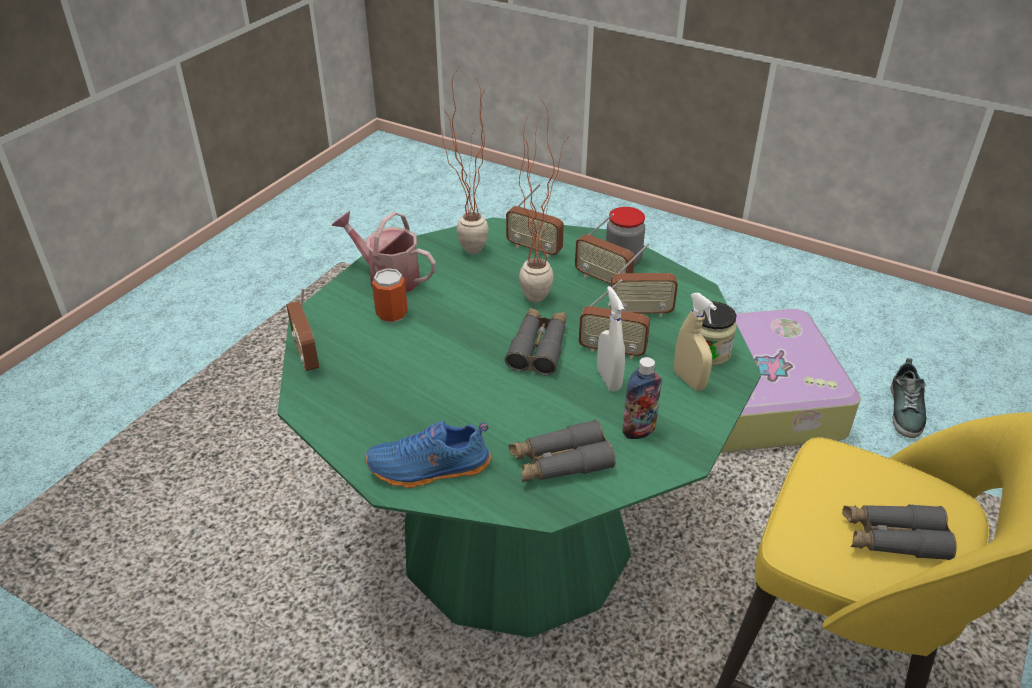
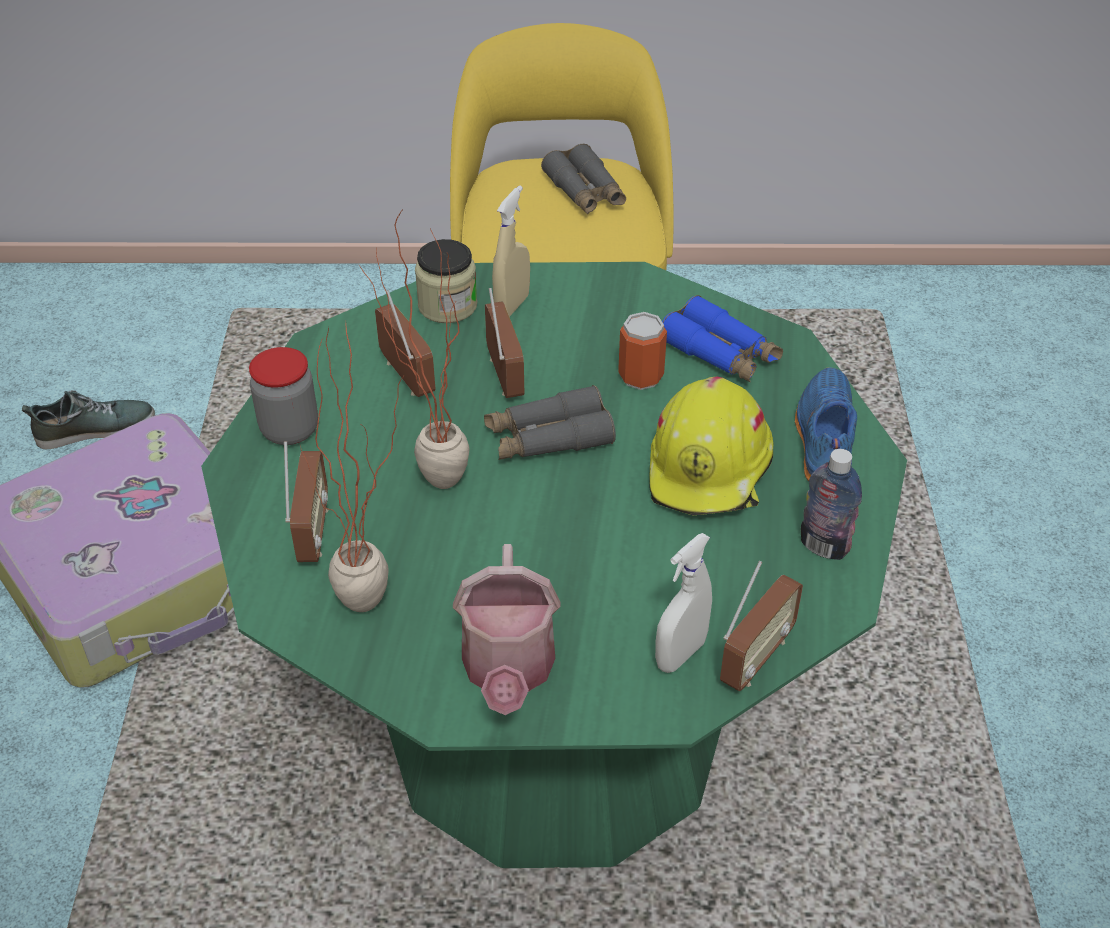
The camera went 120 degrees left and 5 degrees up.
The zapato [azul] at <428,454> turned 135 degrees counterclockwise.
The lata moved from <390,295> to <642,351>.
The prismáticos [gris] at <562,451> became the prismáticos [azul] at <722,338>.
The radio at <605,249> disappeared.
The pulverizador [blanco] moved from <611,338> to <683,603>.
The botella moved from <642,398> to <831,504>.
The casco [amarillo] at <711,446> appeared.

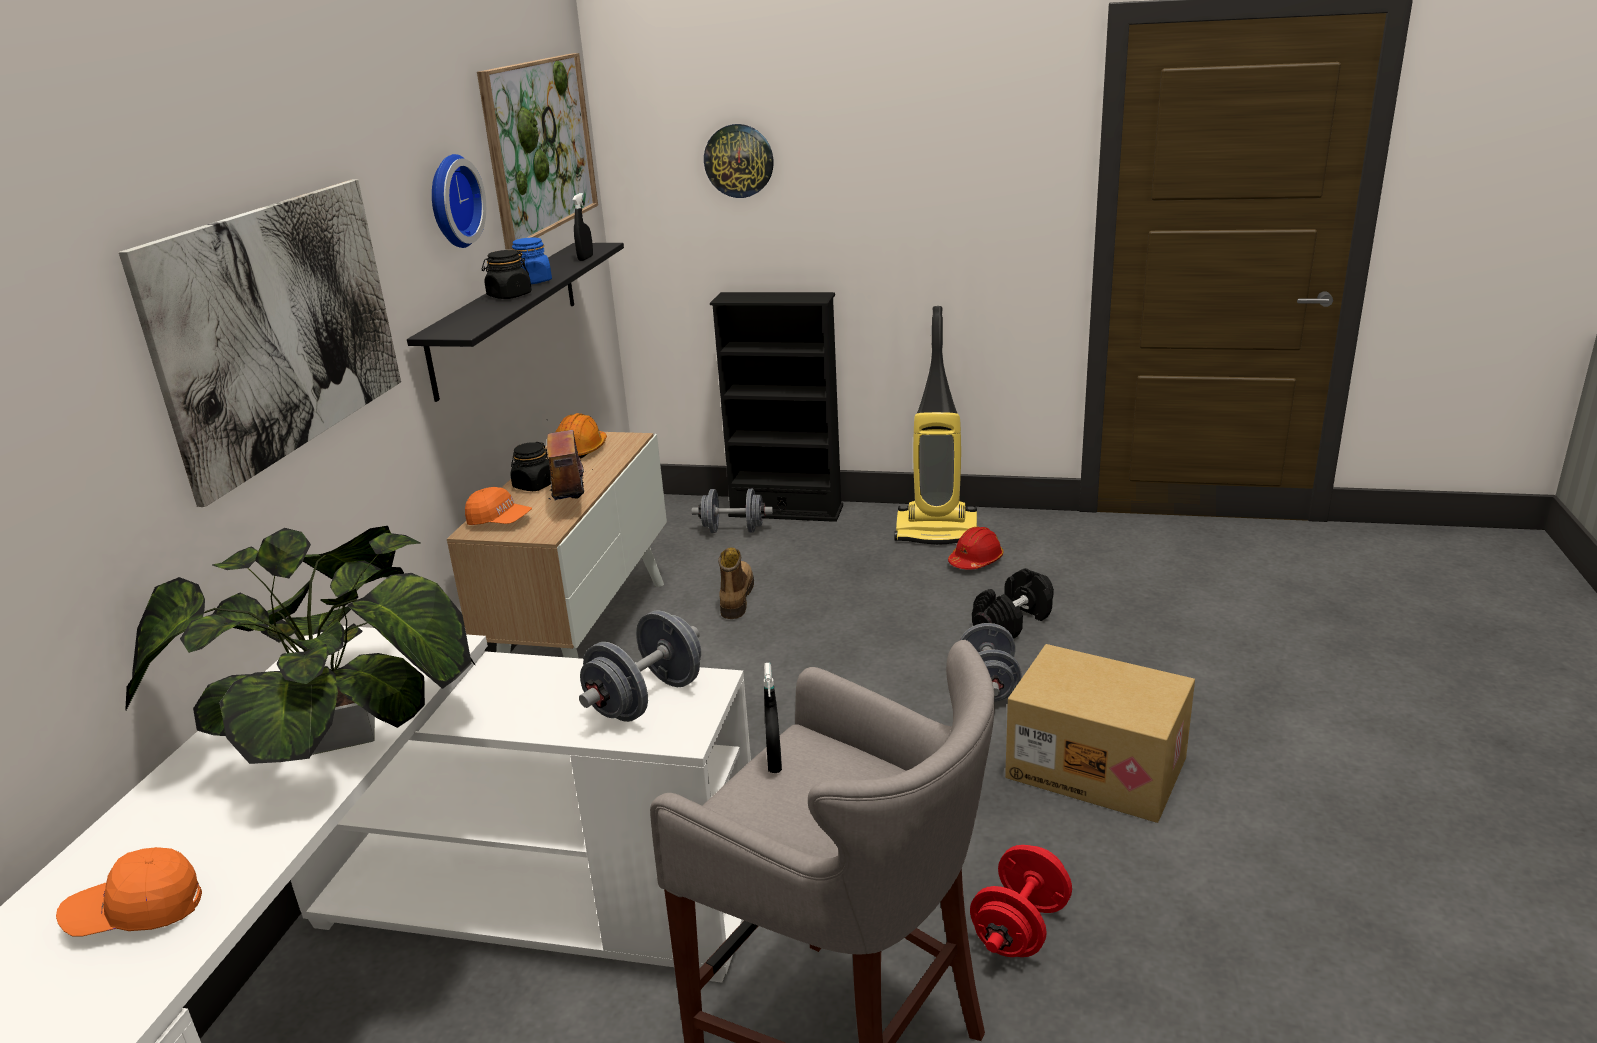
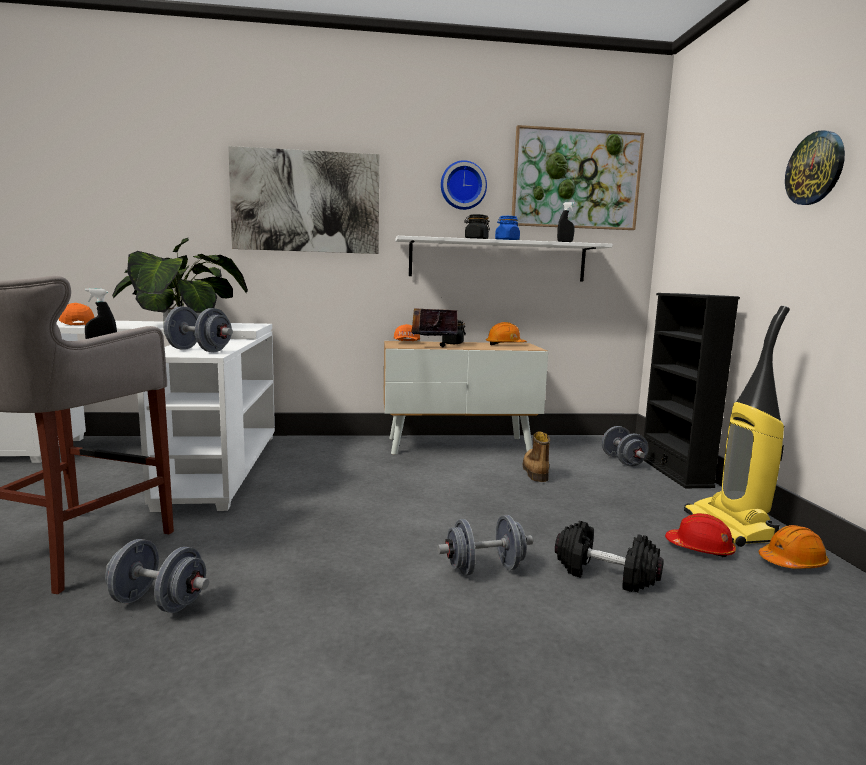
The camera went 70 degrees right and 15 degrees down.
The estante [negro] at <515,322> became the estante [blanco] at <504,258>.
The reloj de pared moved from <739,161> to <815,167>.
The bota at <736,583> turned 75 degrees counterclockwise.
The mancuerna [rojo] at <1021,901> became the mancuerna [gris] at <157,576>.
The caja de cartón at <1100,733> disappeared.
The casco [naranja] at <794,547> appeared.

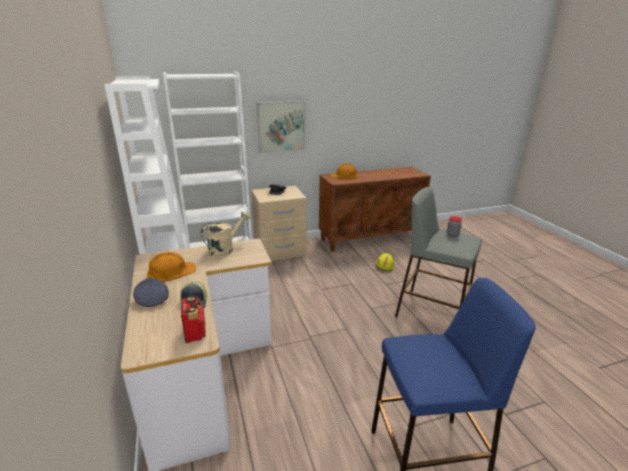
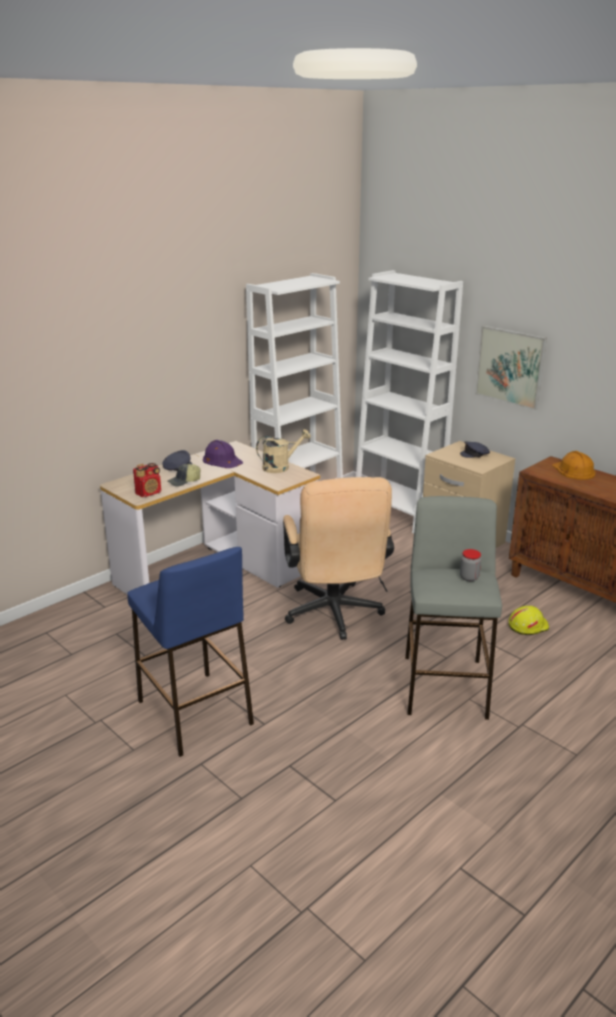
The camera went 65 degrees right and 0 degrees up.
The casco [naranja] at <171,267> became the casco [morado] at <223,454>.
The regadera [beis] at <225,234> turned 45 degrees counterclockwise.
The silla de oficina [beis] at <338,558> appeared.

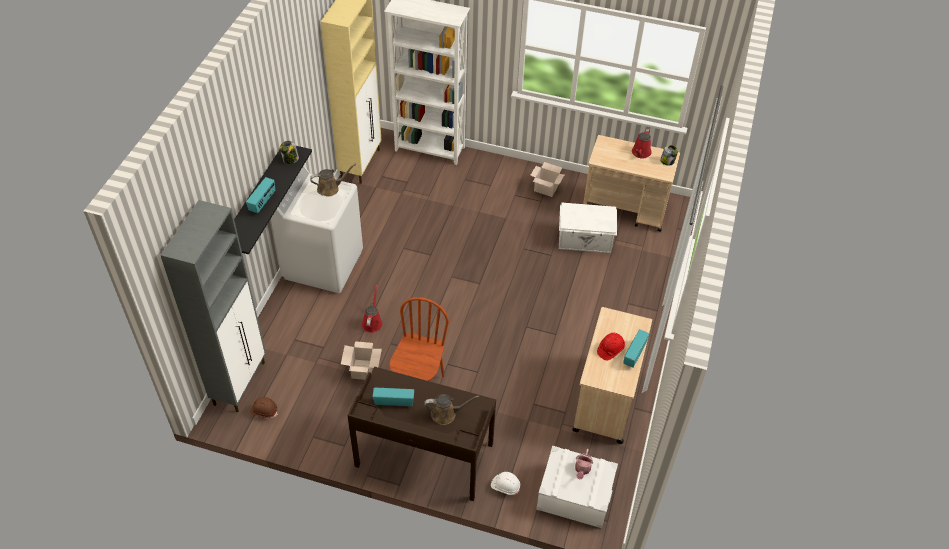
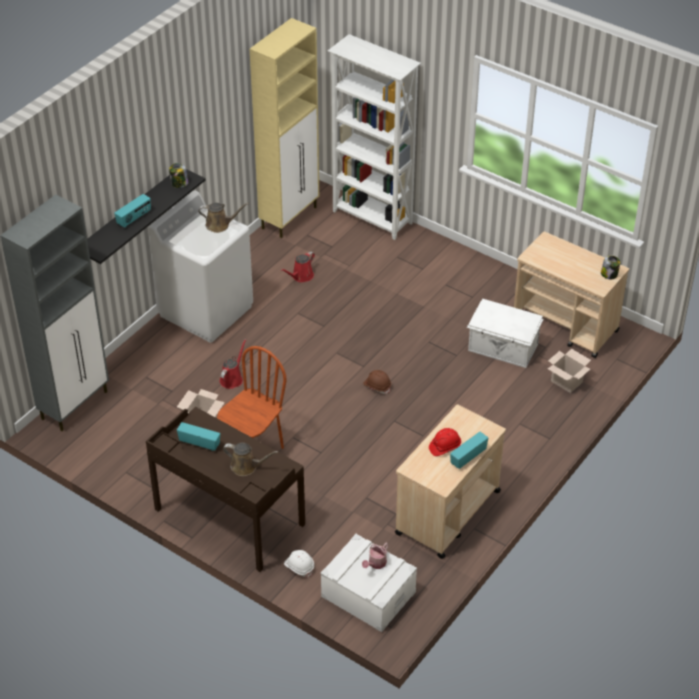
The camera went 20 degrees right and 5 degrees down.
The casco [marrón] moved from <264,407> to <377,382>.
The caja de cartón moved from <547,179> to <569,371>.
The regadera [rojo] moved from <642,144> to <297,266>.

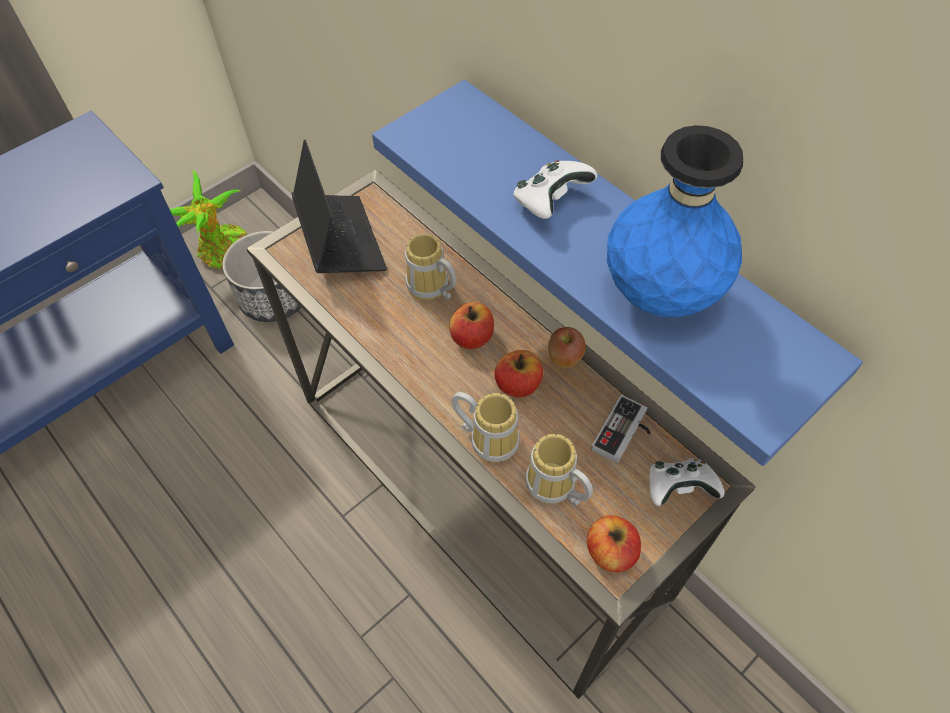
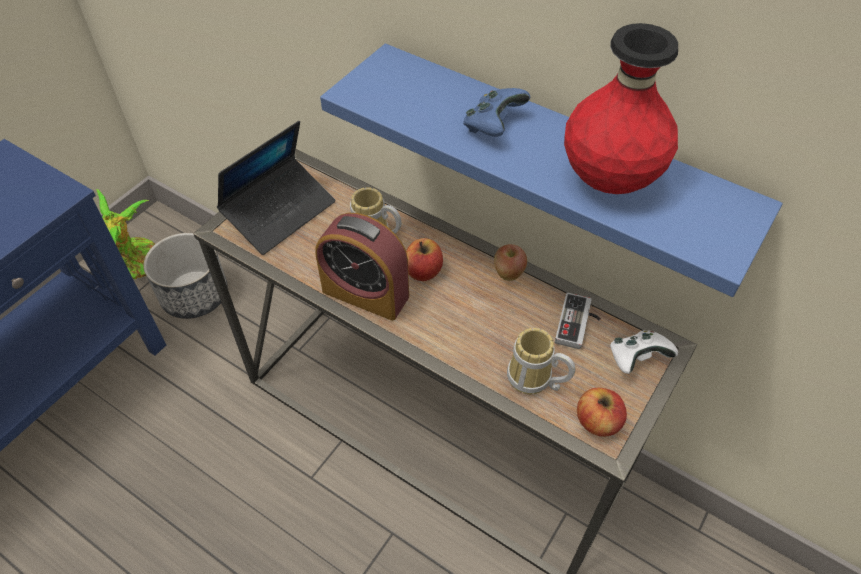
The camera went 15 degrees left and 5 degrees down.
The portátil at <339,206> turned 75 degrees clockwise.
The taza grande at <485,427> disappeared.
The manzana at <518,373> disappeared.
The mando de consola [blanco] at <555,189> became the mando de consola [azul] at <496,112>.
The florero [azul] at <675,221> became the florero [rojo] at <621,108>.
The despertador at <362,267> appeared.

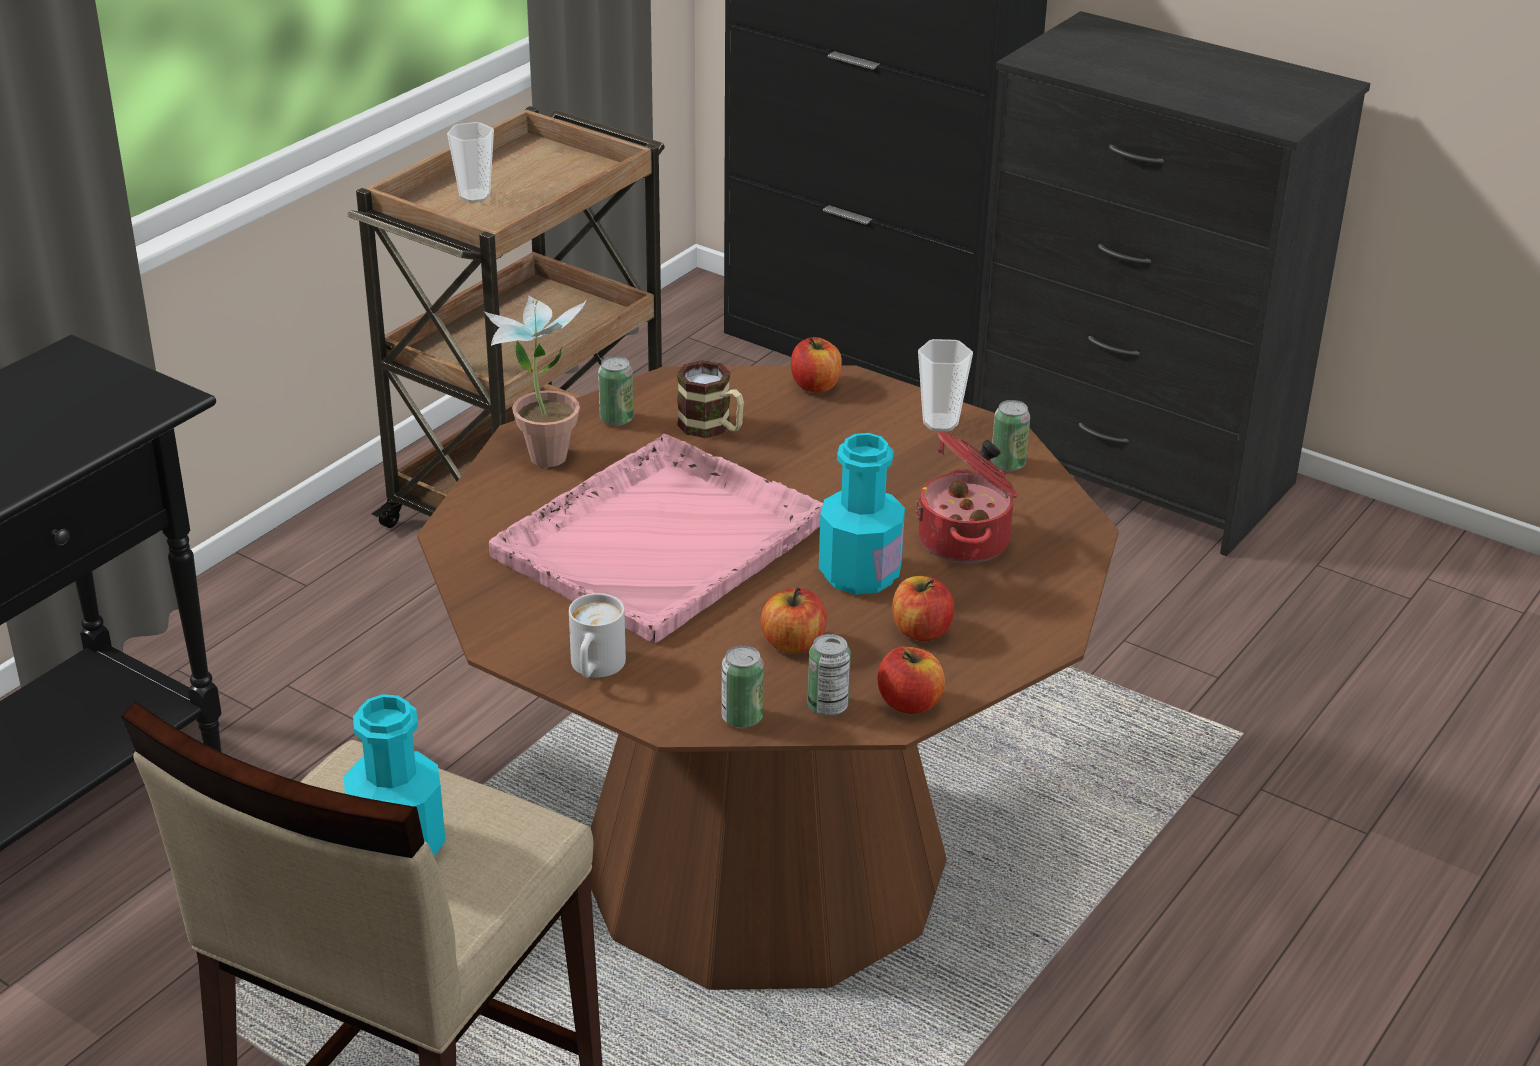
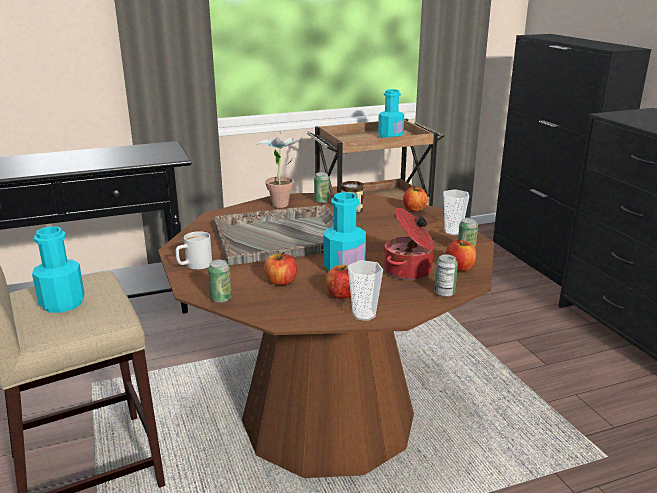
The camera went 35 degrees right and 10 degrees down.
The taza moved from <470,162> to <365,290>.
The bandeja [rosa] at <656,538> became the bandeja [gris] at <274,235>.
The lata moved from <829,675> to <446,276>.
The manzana moved from <911,680> to <461,255>.
The botella [turquesa] at <391,113> appeared.

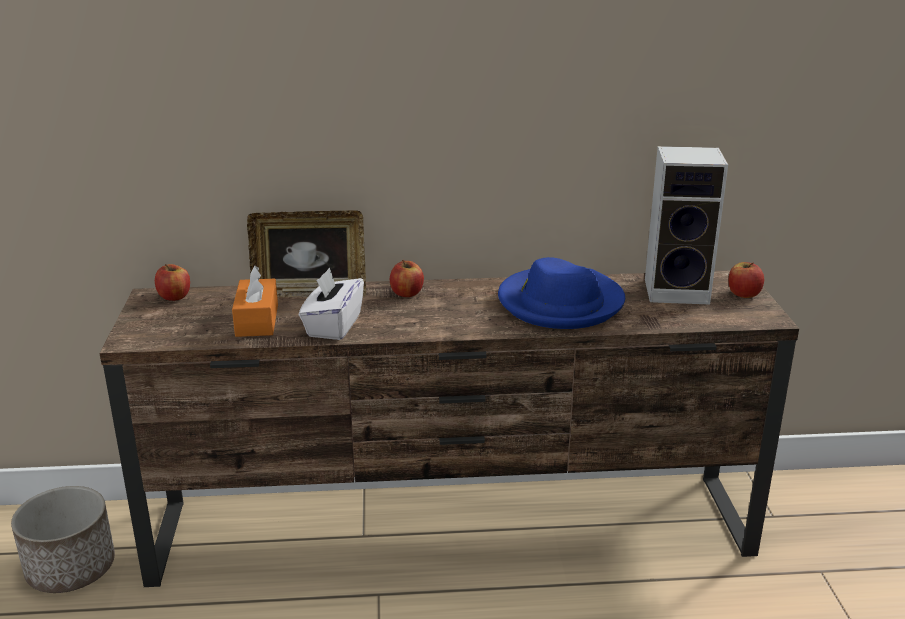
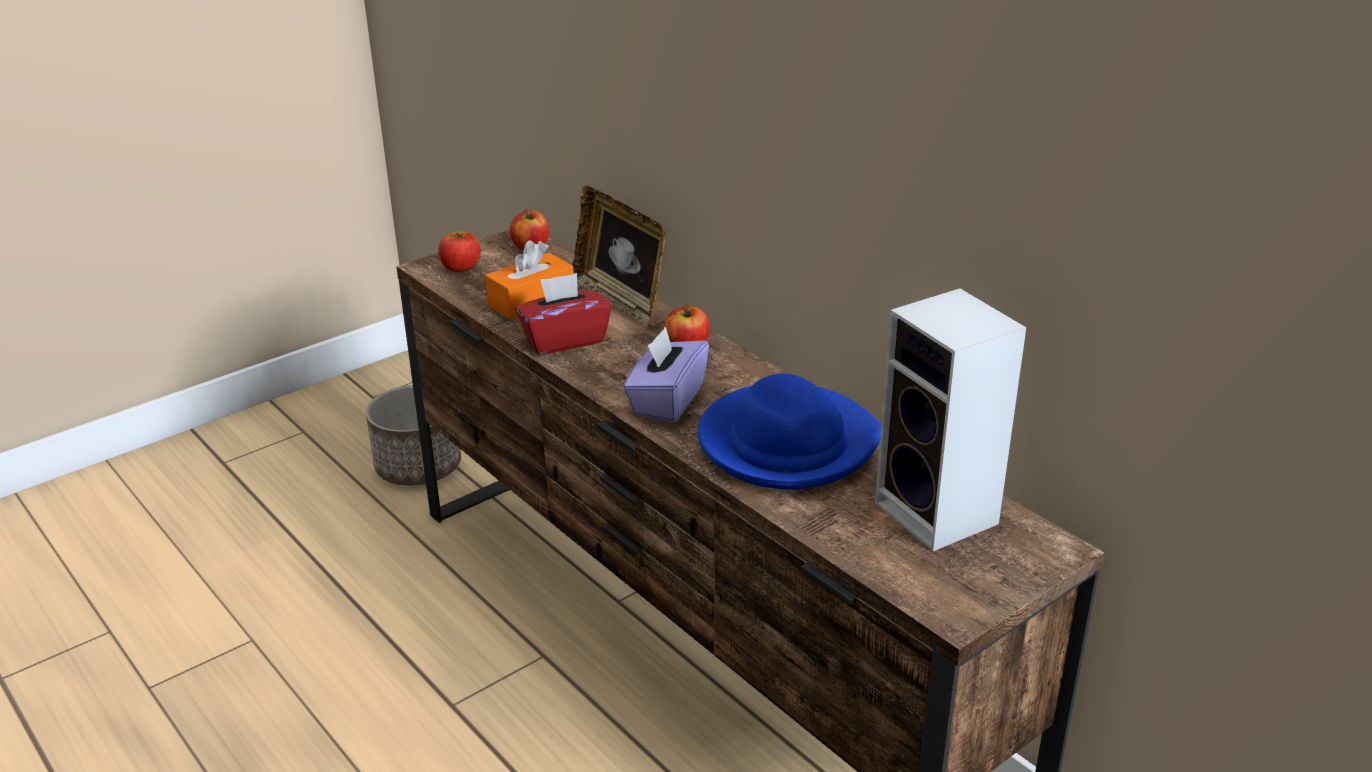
The camera went 55 degrees right and 5 degrees up.
The caja de pañuelos [blanco] at <331,303> became the caja de pañuelos [rojo] at <563,314>.
The manzana moved from <746,280> to <459,251>.
The caja de pañuelos [morado] at <666,374> appeared.

